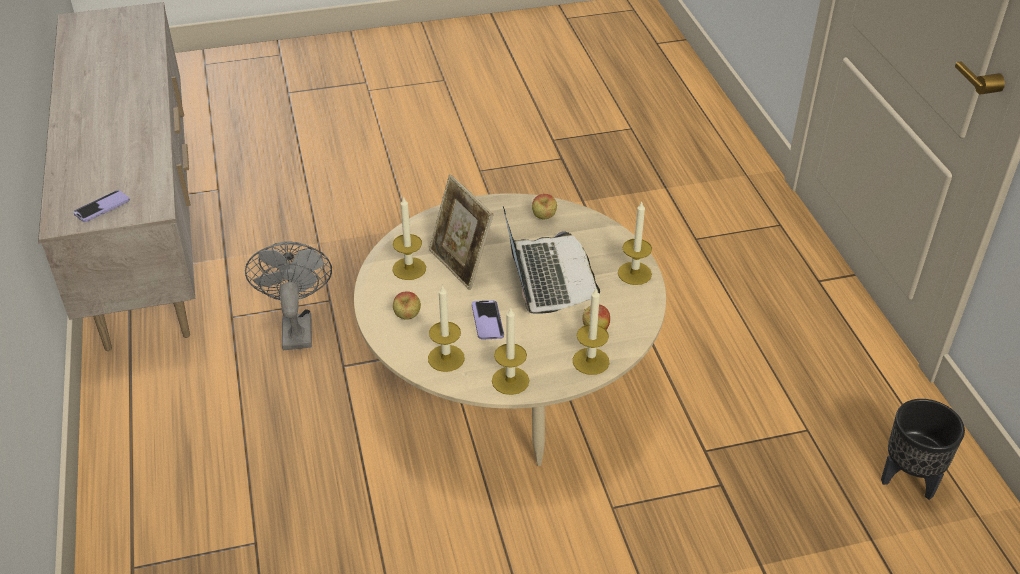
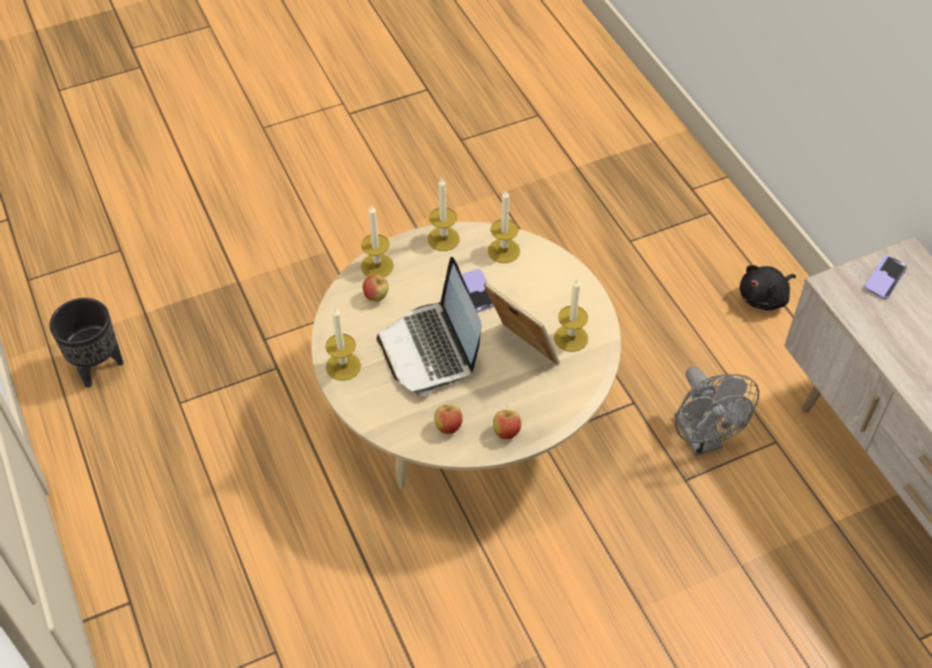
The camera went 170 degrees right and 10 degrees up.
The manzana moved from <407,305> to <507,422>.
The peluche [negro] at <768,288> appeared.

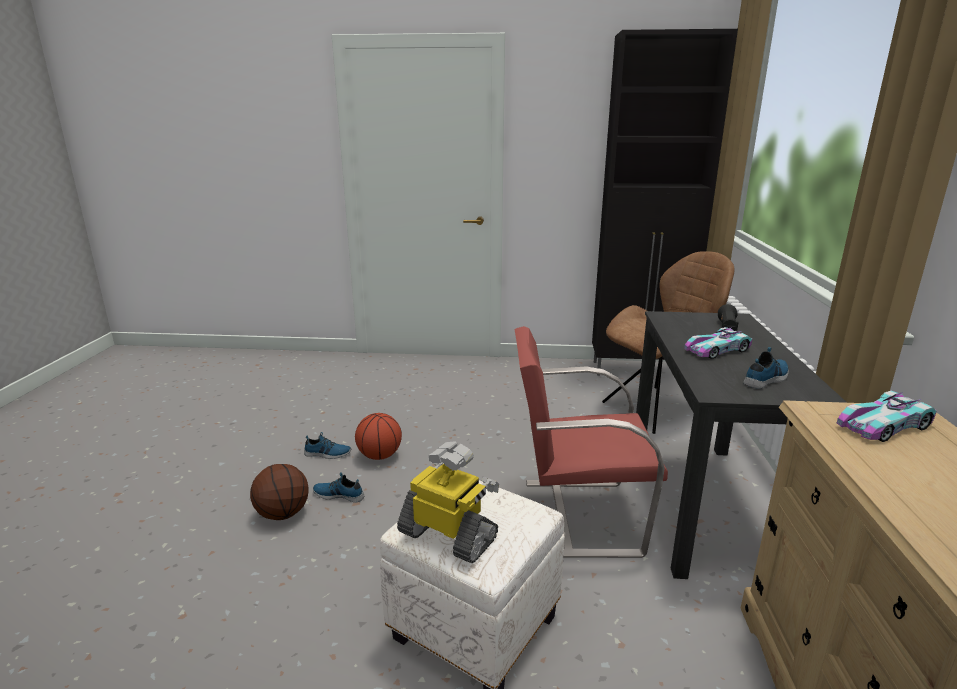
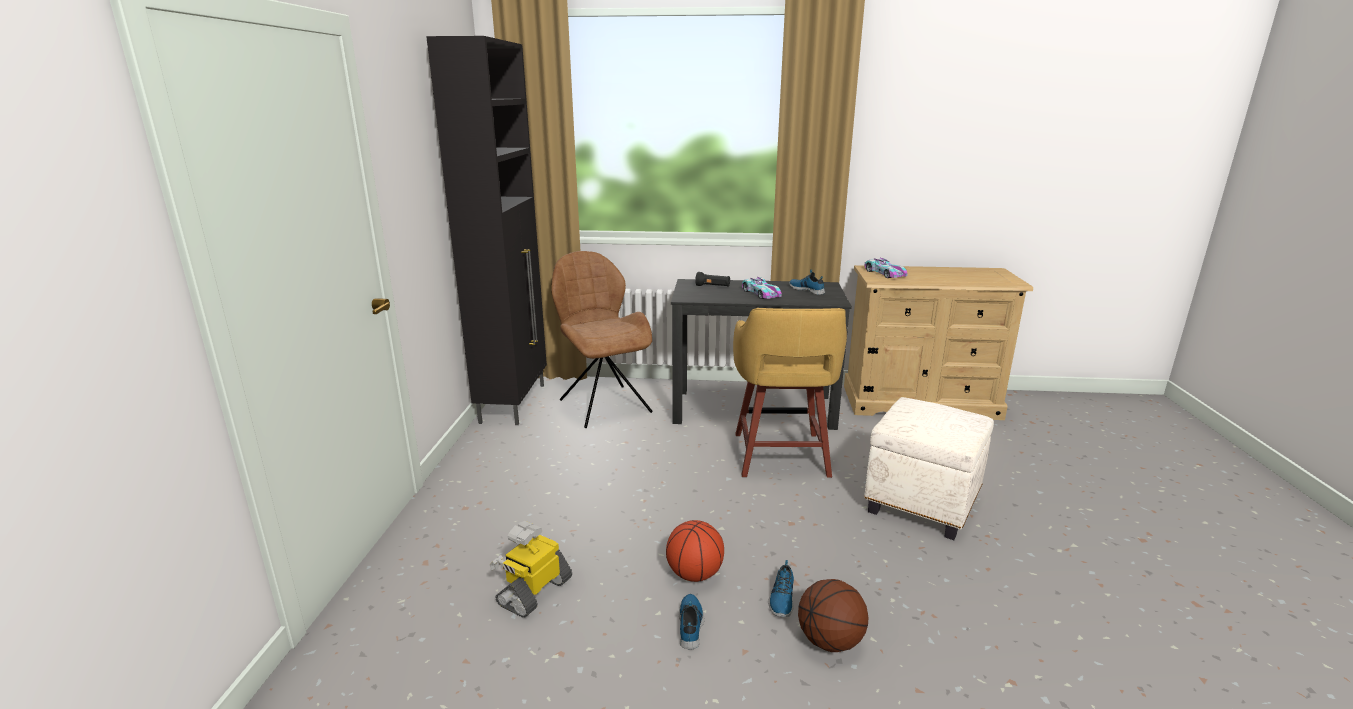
The camera went 90 degrees left and 0 degrees up.
The robot de juguete moved from <448,502> to <531,569>.
The silla [rojo] at <591,442> was replaced by the taburete [amarillo] at <790,393>.

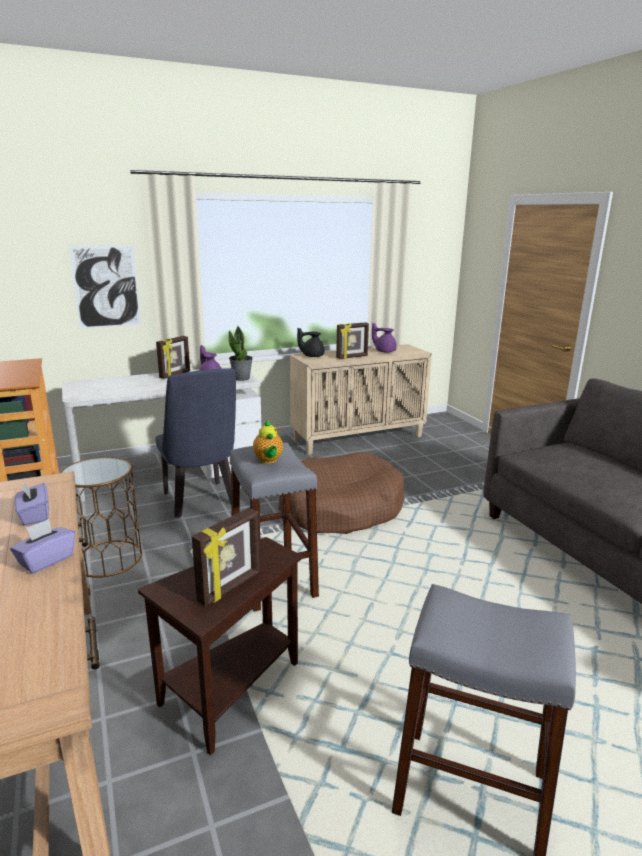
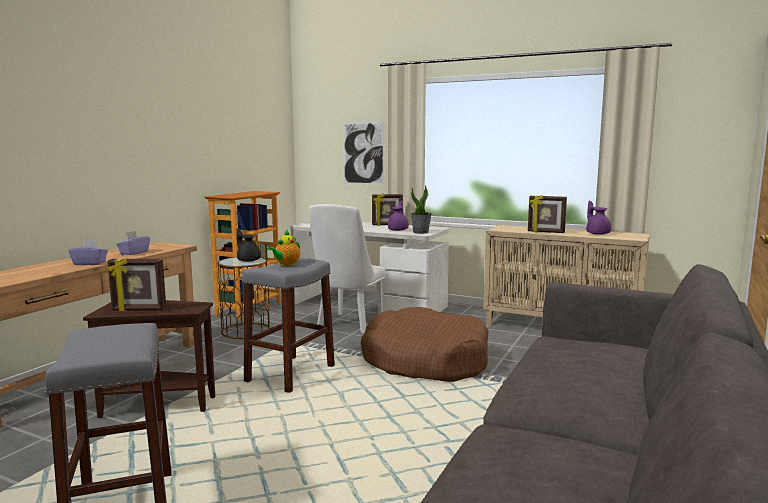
The camera went 50 degrees right and 10 degrees down.
The silla [azul] at <195,443> became the silla [blanco] at <347,268>.
The tetera [negro] moved from <310,342> to <249,245>.

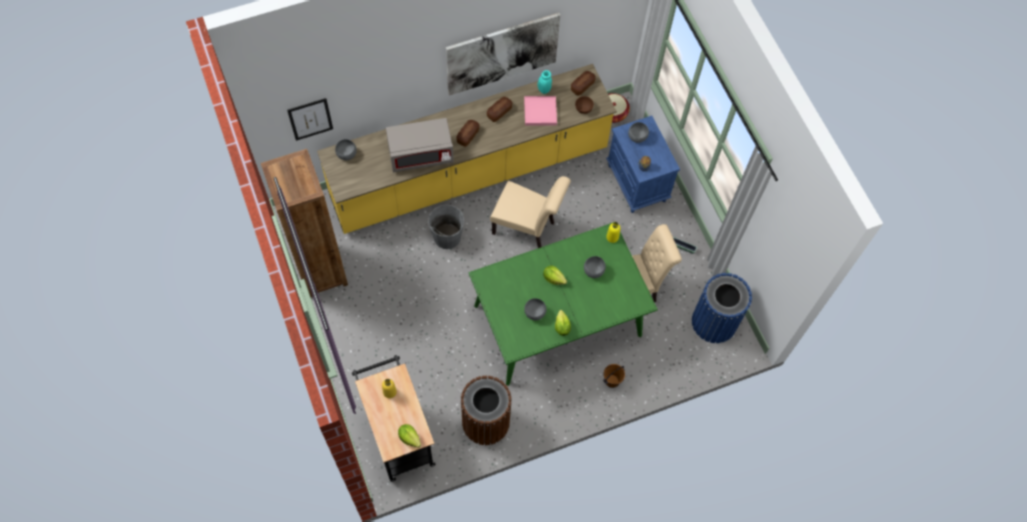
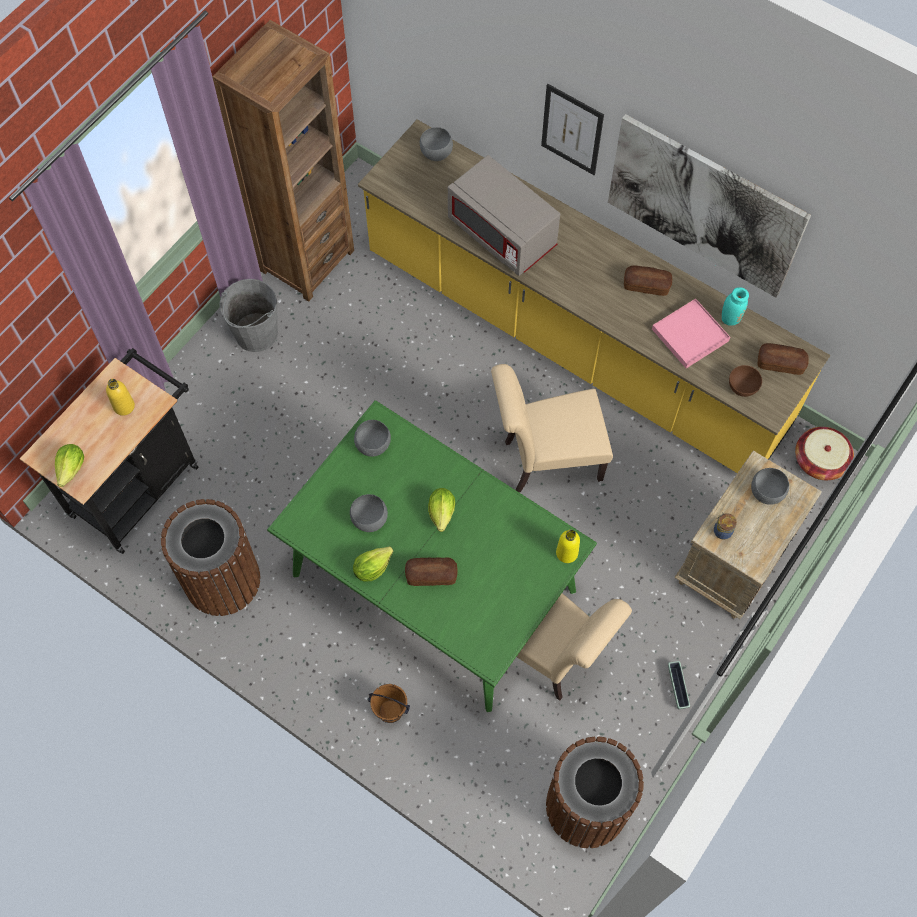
The camera went 60 degrees right and 0 degrees up.
The cuadro moved from <310,119> to <572,129>.
The cubo [gris] moved from <446,227> to <248,315>.
The pan moved from <468,133> to <431,571>.
The silla [beis] at <530,212> turned 90 degrees clockwise.
The cuenco [gris] moved from <595,267> to <372,438>.
The mesita de noche [azul] at <643,164> became the mesita de noche [beis] at <748,534>.
The papelera [azul] at <722,308> became the papelera [marrón] at <595,792>.

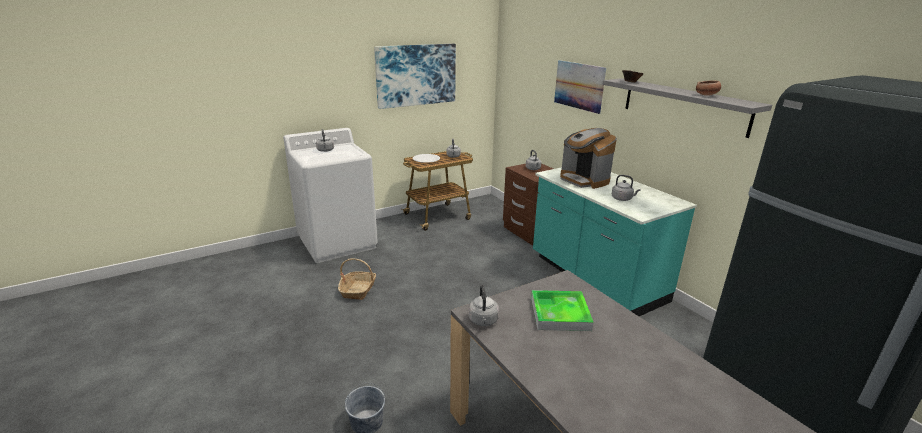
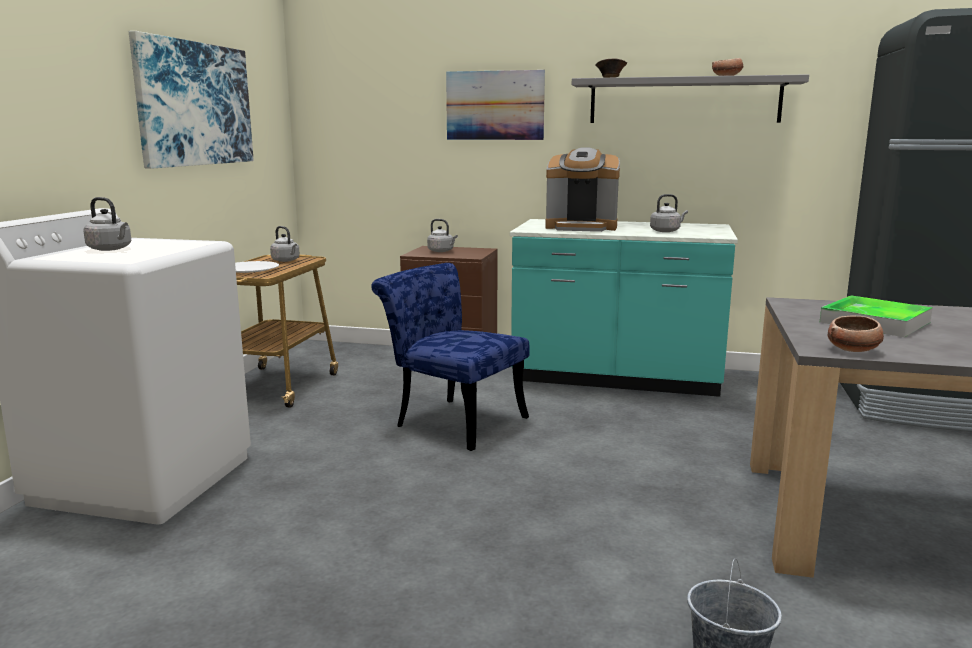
The camera went 45 degrees left and 10 degrees down.
The cesta at <357,279> disappeared.
The hervidor [gris] at <483,305> was replaced by the cuenco at <856,334>.
The silla [azul] at <450,357> appeared.

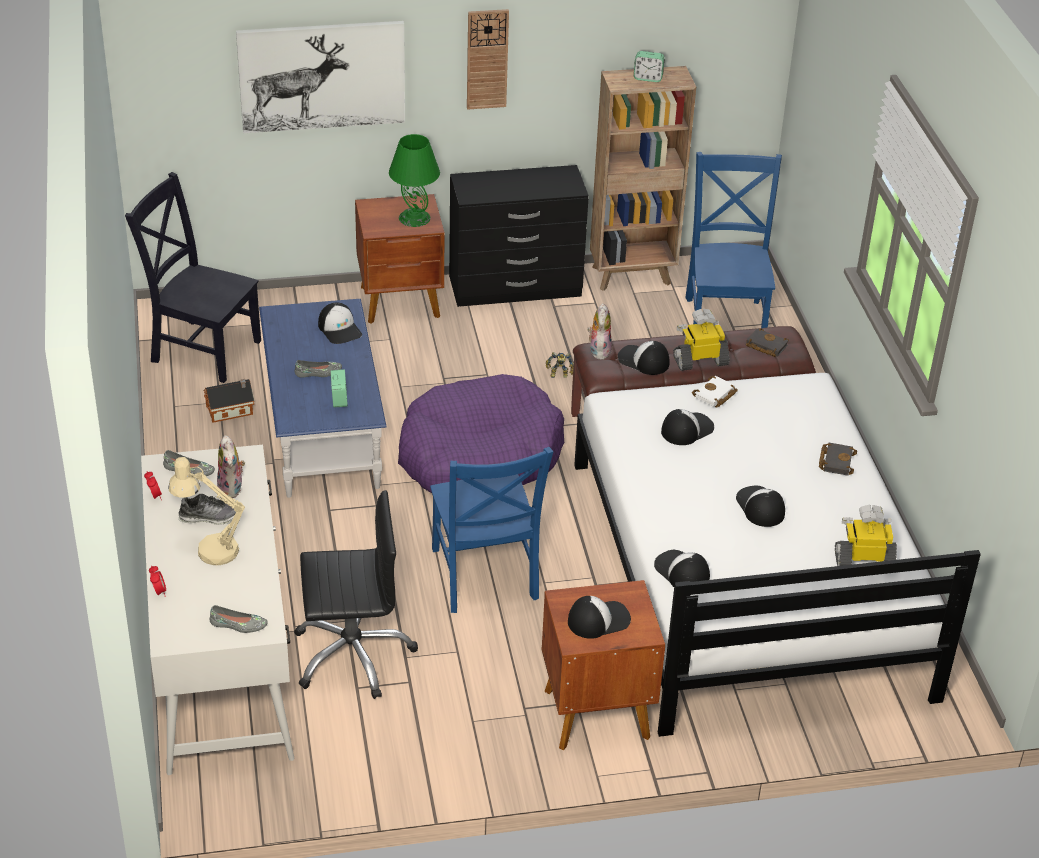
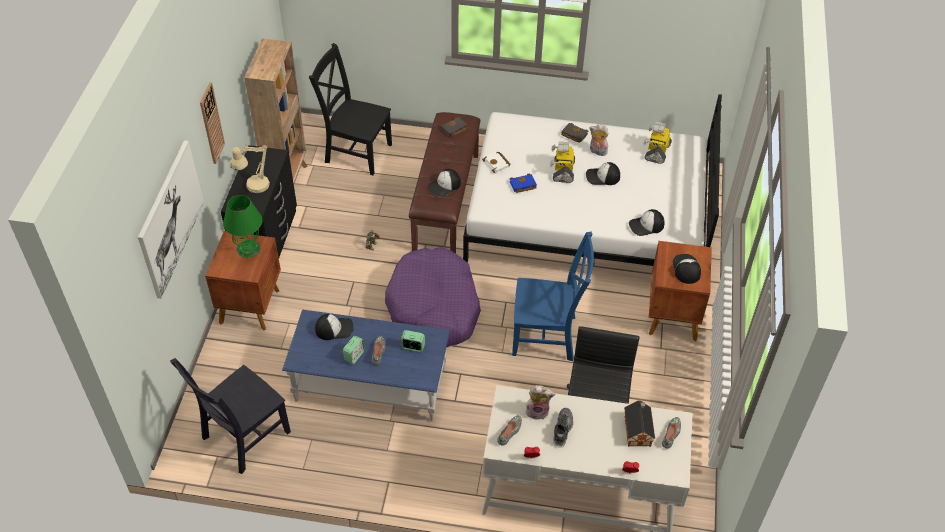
The camera went 70 degrees left and 10 degrees up.
The lámpara de mesa [beis] moved from <206,511> to <250,168>.
The casita moved from <228,401> to <639,423>.
The peluche moved from <599,331> to <599,140>.
The despertador moved from <649,66> to <354,350>.
The gorra at <687,427> was replaced by the libro [azul] at <523,183>.
The robot de juguete moved from <701,340> to <562,162>.
The silla [azul] at <733,240> became the silla [negro] at <350,109>.

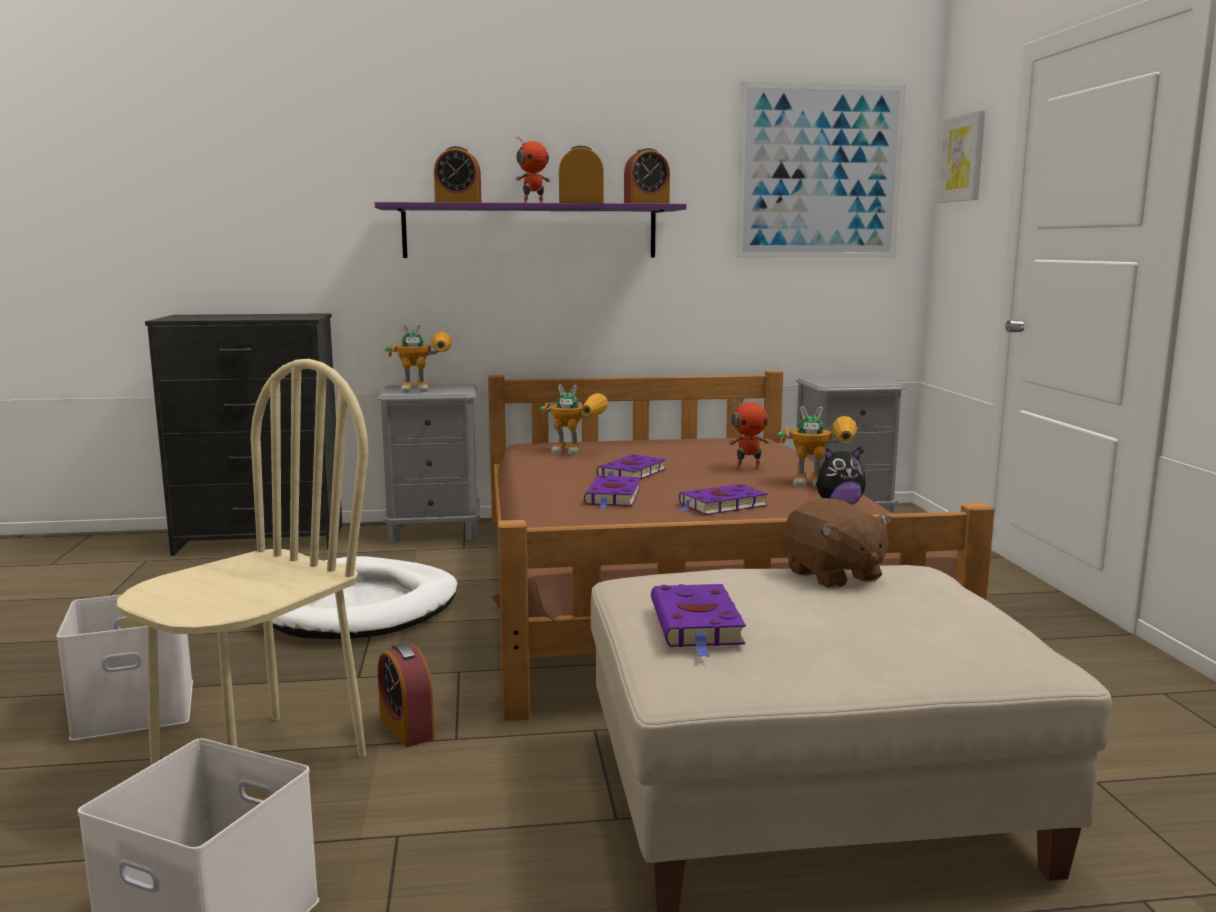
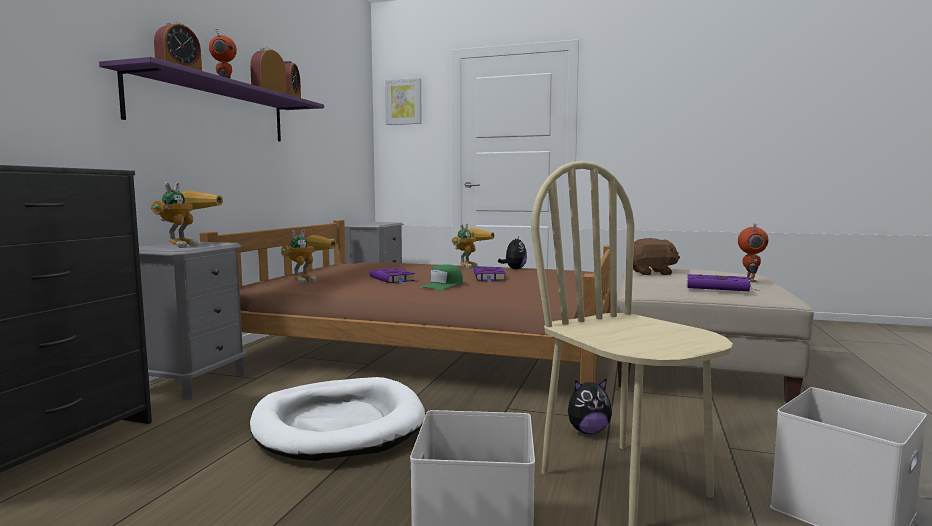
The camera went 65 degrees left and 5 degrees down.
The despertador at <406,695> was replaced by the peluche at <590,406>.
The libro [morado] at <612,492> was replaced by the gorra [verde] at <441,277>.
The robot de juguete moved from <749,433> to <753,253>.
The cuadro at <821,169> disappeared.

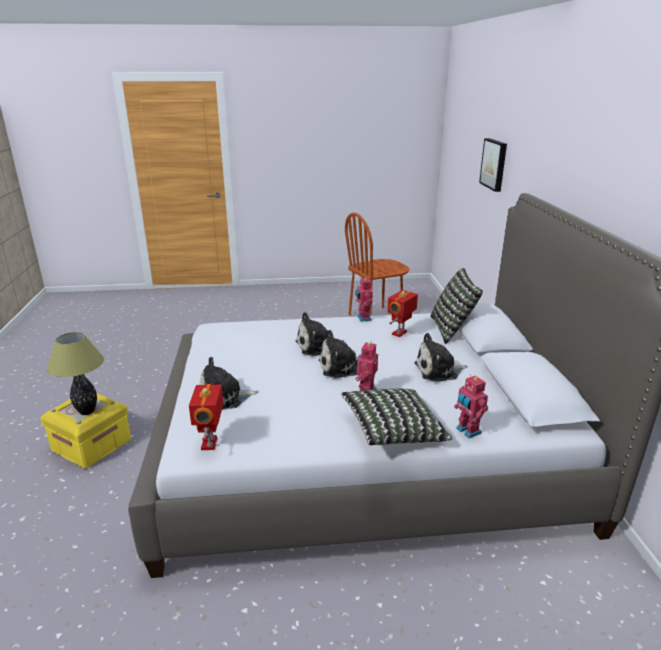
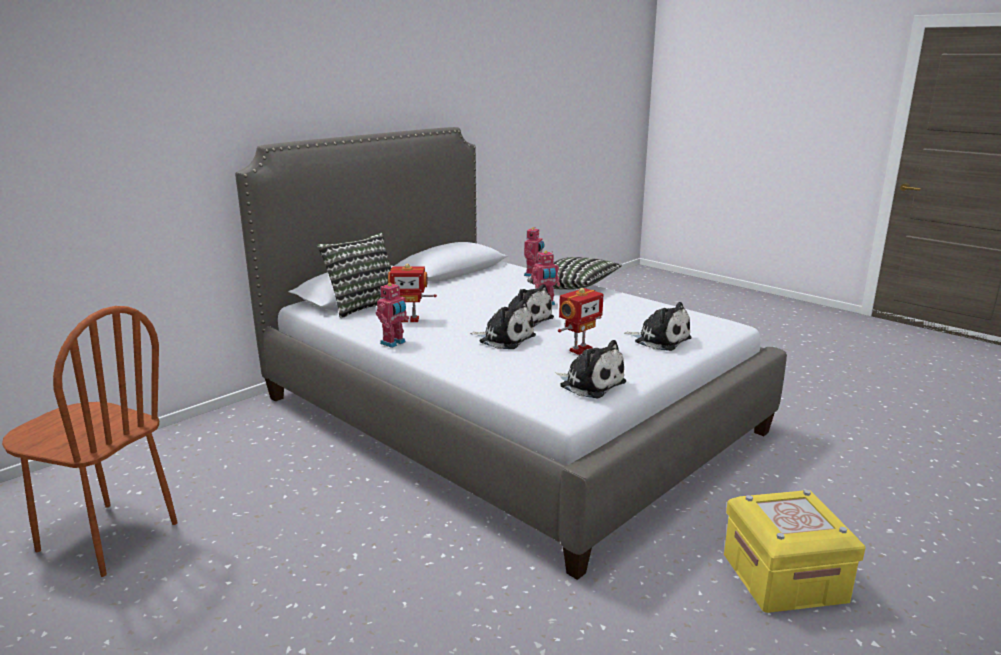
The camera went 130 degrees left and 5 degrees down.
The lámpara de mesa at <75,373> disappeared.
The robot de juguete moved from <206,417> to <580,321>.
The peluche moved from <440,357> to <591,369>.
The cuadro at <493,165> disappeared.

